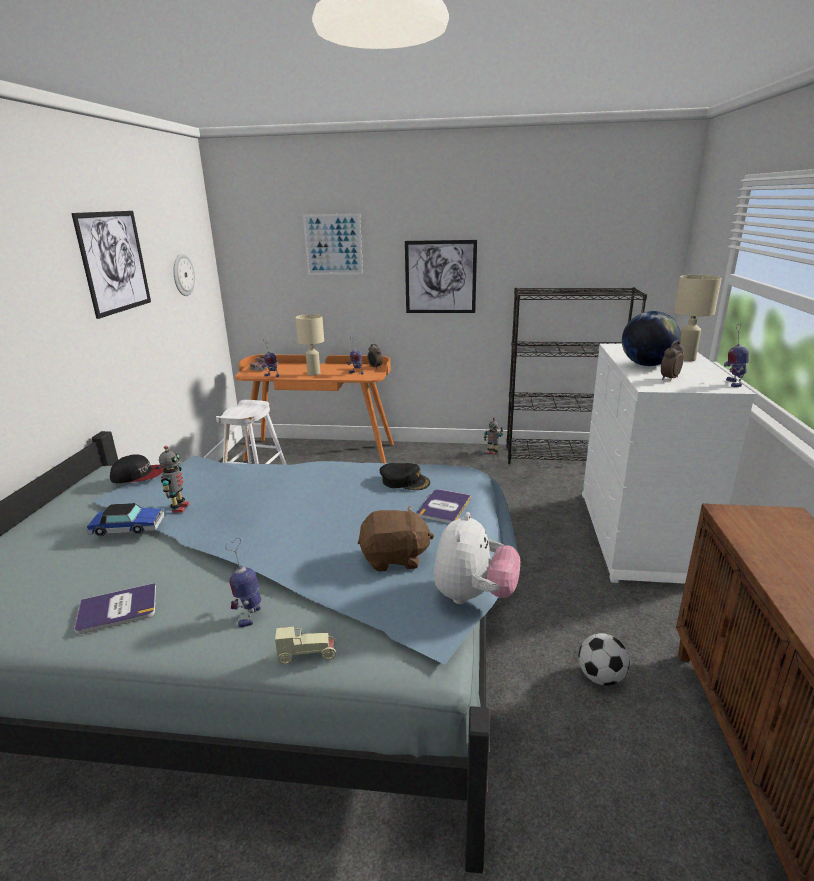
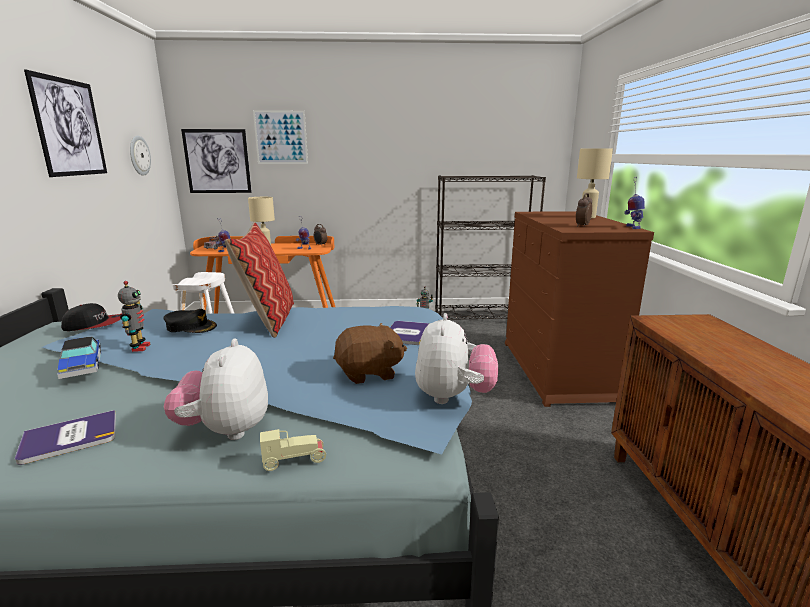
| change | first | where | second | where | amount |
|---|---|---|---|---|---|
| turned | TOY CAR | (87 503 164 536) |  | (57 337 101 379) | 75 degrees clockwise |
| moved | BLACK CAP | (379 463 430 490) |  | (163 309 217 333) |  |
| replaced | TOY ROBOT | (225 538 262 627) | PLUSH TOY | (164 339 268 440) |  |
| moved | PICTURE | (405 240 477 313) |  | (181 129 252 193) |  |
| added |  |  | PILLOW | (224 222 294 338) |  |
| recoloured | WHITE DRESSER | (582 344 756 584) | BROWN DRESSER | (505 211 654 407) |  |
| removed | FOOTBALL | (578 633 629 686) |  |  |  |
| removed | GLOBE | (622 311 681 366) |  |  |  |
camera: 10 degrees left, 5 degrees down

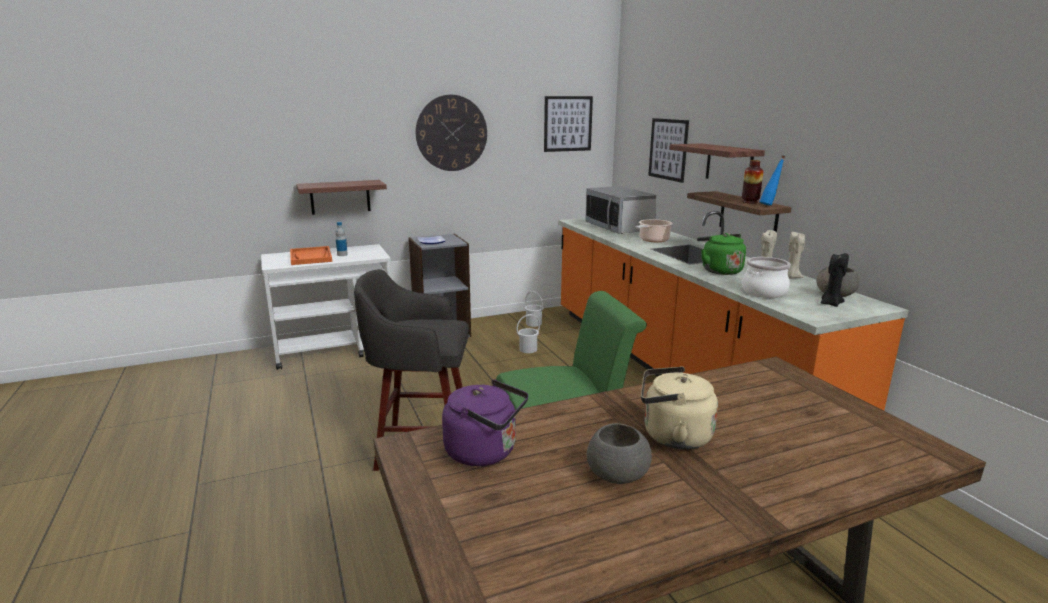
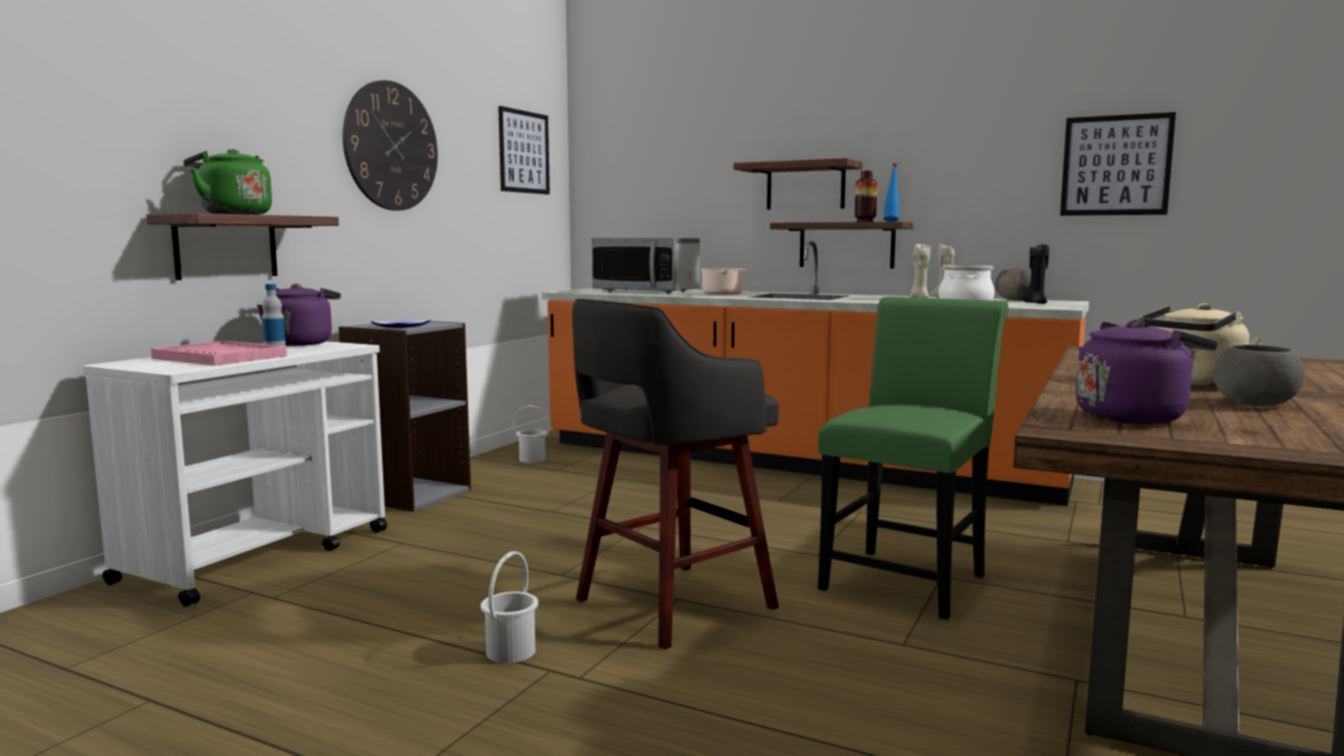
| change | first | where | second | where | amount |
|---|---|---|---|---|---|
| recoloured | ORANGE TRAY | (290 246 332 265) | PINK TRAY | (151 341 287 366) |  |
| moved | GREEN KETTLE | (697 233 746 275) |  | (183 149 272 215) |  |
| added |  |  | PURPLE KETTLE | (257 284 341 346) |  |
| moved | WHITE BUCKET | (516 314 540 353) |  | (481 551 538 663) |  |
| moved | PICTURE | (648 118 689 183) |  | (1060 112 1176 216) |  |
camera: 40 degrees left, 10 degrees down

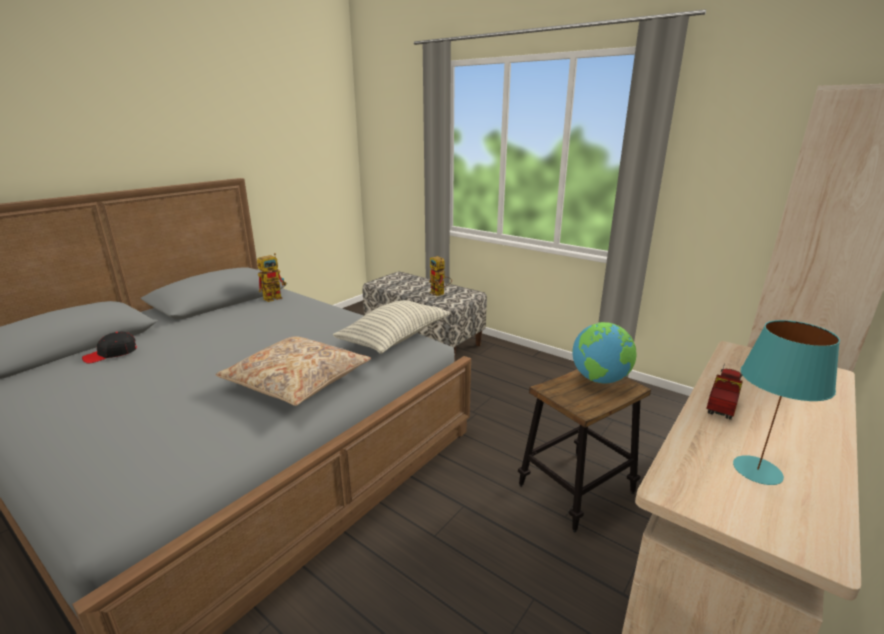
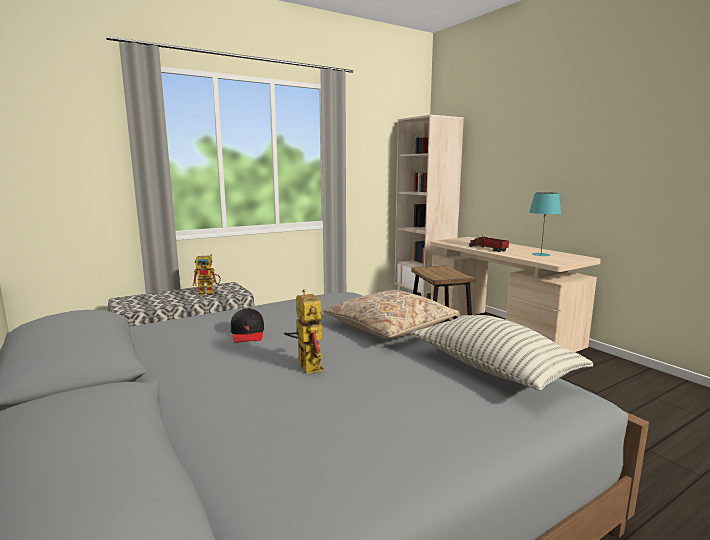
| change | first | where | second | where | amount |
|---|---|---|---|---|---|
| moved | BLACK CAP | (82 332 137 364) |  | (231 308 264 343) |  |
| moved | TOY ROBOT | (257 253 286 302) |  | (284 289 324 374) |  |
| moved | PILLOW | (333 300 449 354) |  | (411 315 593 390) |  |
| removed | GLOBE | (572 322 637 384) |  |  |  |
camera: 70 degrees left, 10 degrees down

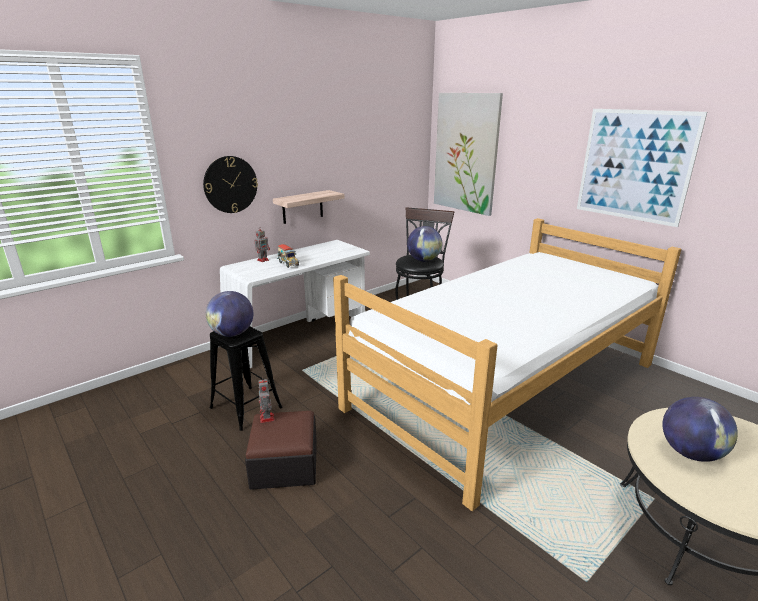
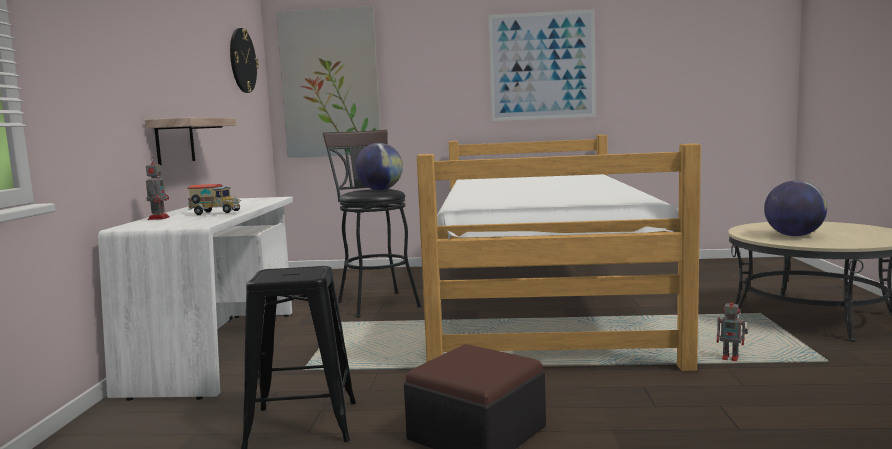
| change | first | where | second | where | amount |
|---|---|---|---|---|---|
| moved | WALL CLOCK | (203 156 258 213) |  | (230 28 259 93) |  |
| moved | TOY ROBOT | (259 376 275 423) |  | (717 297 748 361) |  |
| removed | GLOBE | (206 291 253 337) |  |  |  |
camera: 45 degrees left, 15 degrees down

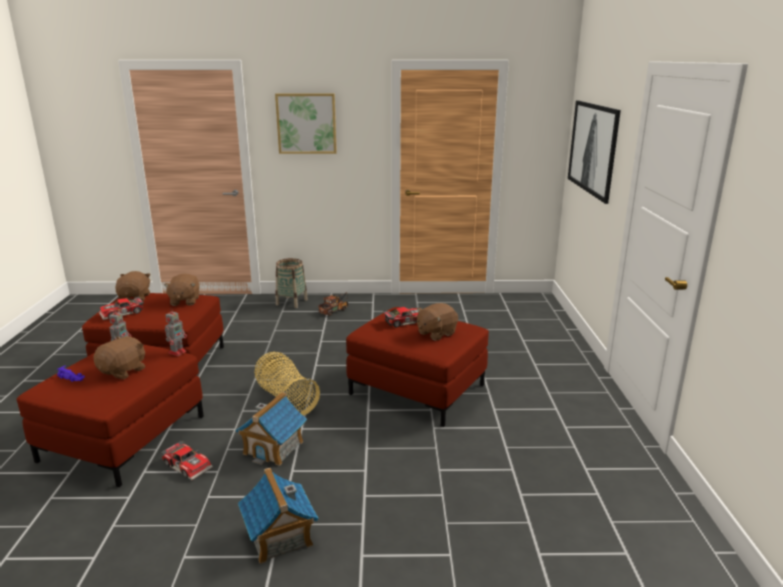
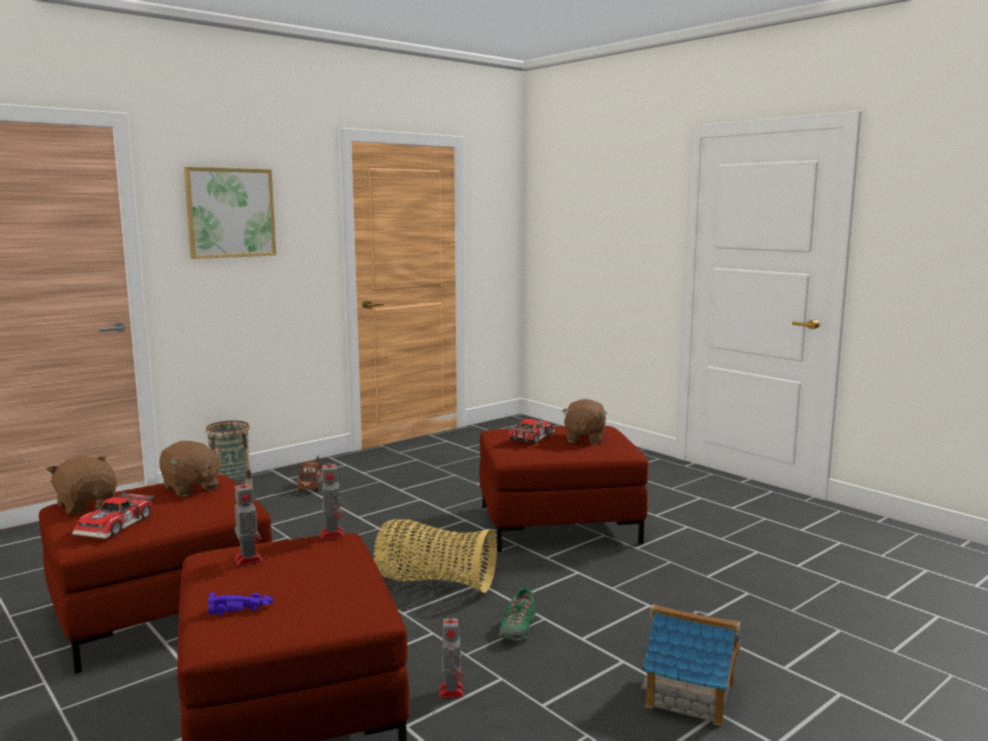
| change | first | where | second | where | amount |
|---|---|---|---|---|---|
| replaced | TOY CAR | (160 440 213 480) | TOY ROBOT | (439 612 464 698) |  |
| replaced | TOY HOUSE | (235 392 307 466) | GREEN SHOE | (499 588 536 641) |  |
| removed | BROWN PLUSH TOY | (93 336 145 379) |  |  |  |
| removed | PICTURE | (568 100 621 204) |  |  |  |
camera: 40 degrees left, 10 degrees down

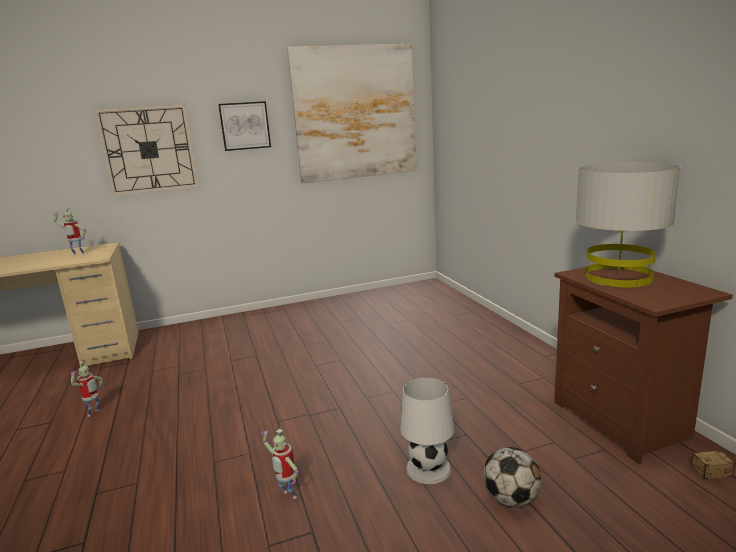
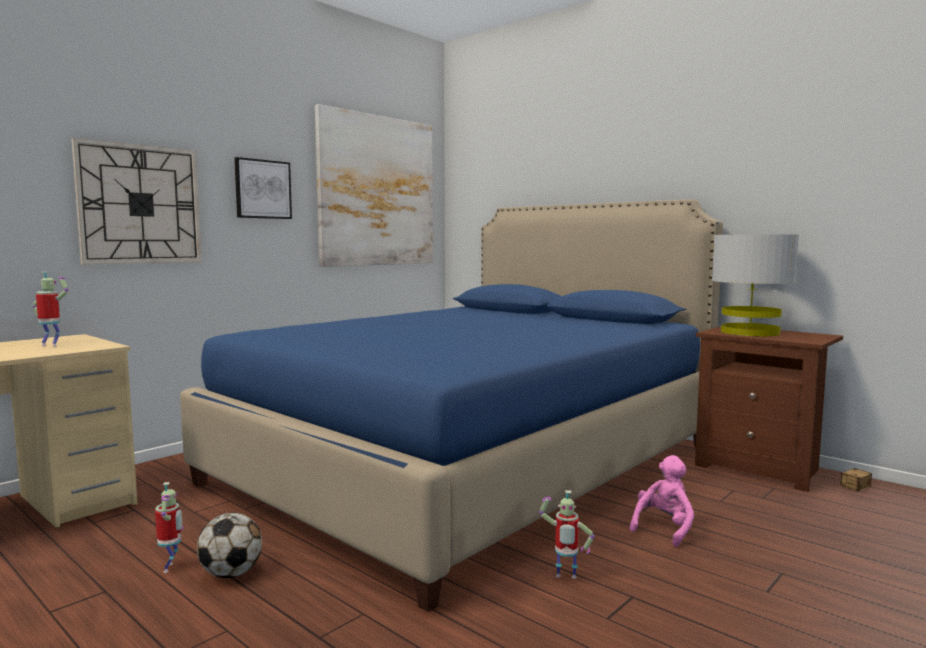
| change | first | where | second | where | amount |
|---|---|---|---|---|---|
| turned | TOY ROBOT | (53 208 86 256) |  | (32 272 68 347) | 135 degrees counterclockwise |
| added |  |  | BLUE BED | (180 199 723 612) |  |
| moved | FOOTBALL | (484 447 541 507) |  | (197 512 262 578) |  |
| replaced | WHITE TABLE LAMP | (400 378 454 484) | PINK PLUSH TOY | (630 455 694 547) |  |
camera: 30 degrees left, 10 degrees down

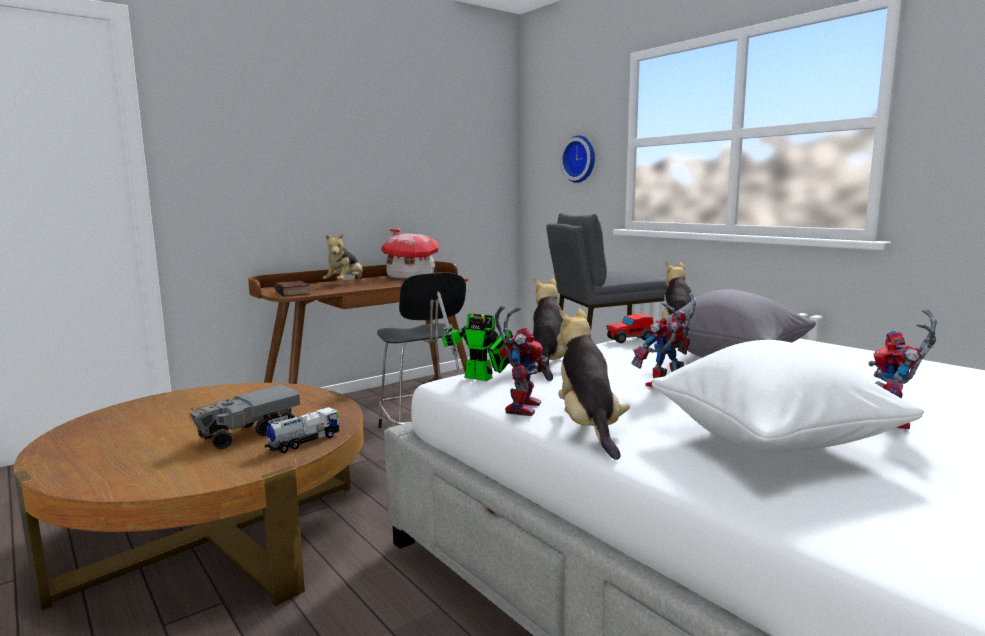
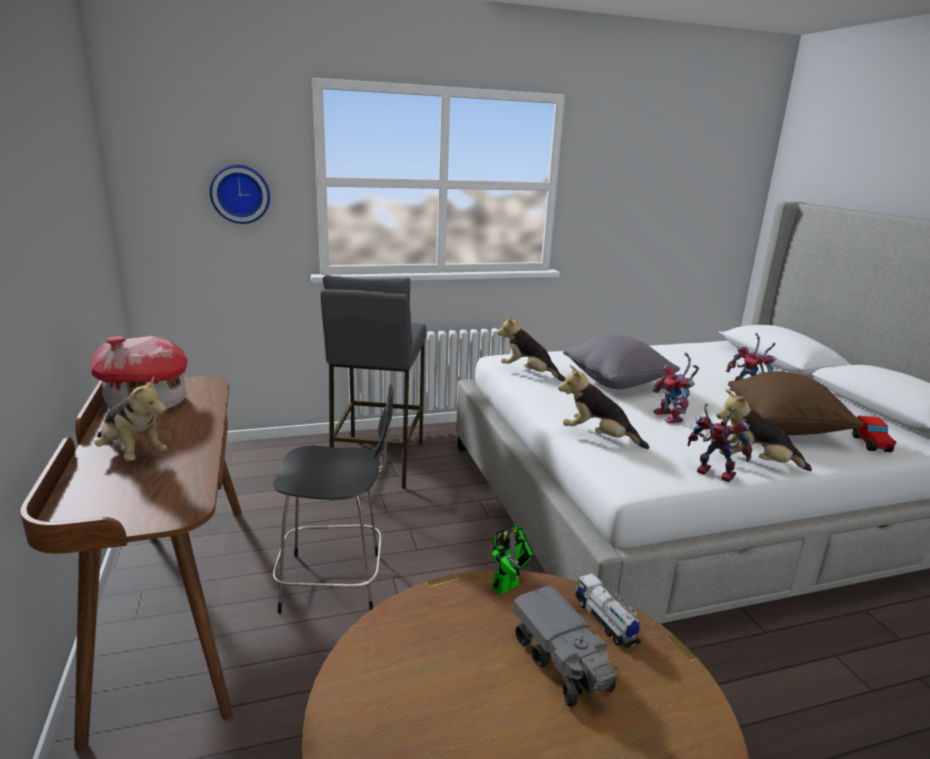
| change | first | where | second | where | amount |
|---|---|---|---|---|---|
| moved | TOY ROBOT | (437 291 513 381) |  | (492 524 535 595) |  |
| recoloured | WHITE PILLOW | (652 340 924 453) | BROWN PILLOW | (728 371 864 435) |  |
| moved | TOY CAR | (606 314 654 343) |  | (852 416 896 452) |  |
| removed | BOOK | (275 281 310 297) |  |  |  |
camera: 70 degrees left, 10 degrees up

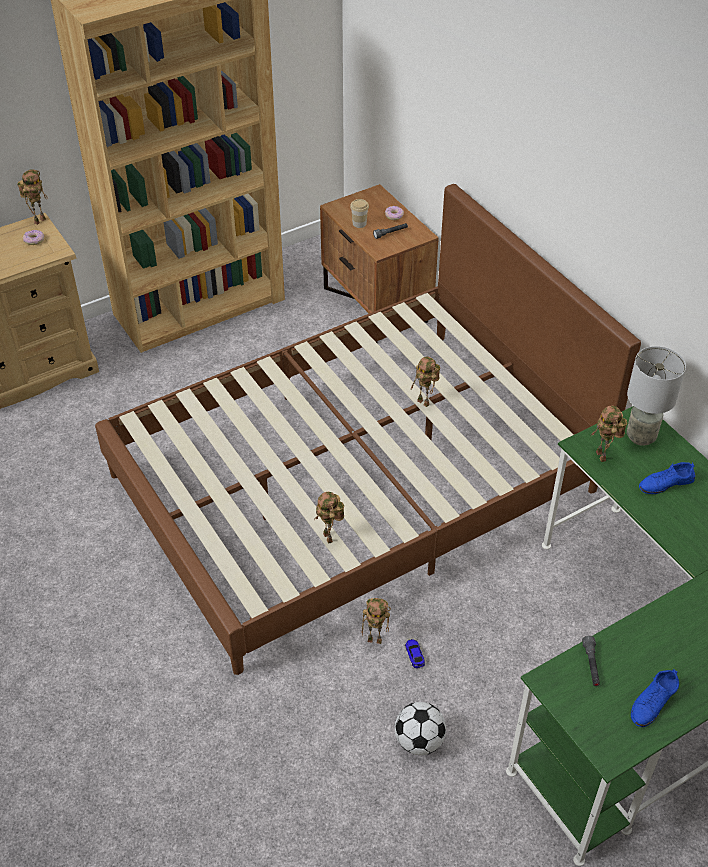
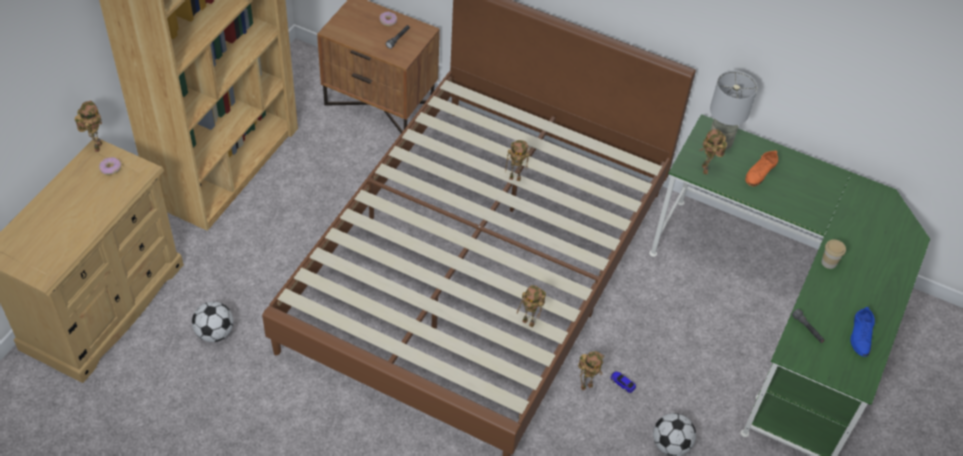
| change | first | where | second | where | amount |
|---|---|---|---|---|---|
| added |  |  | FOOTBALL | (192 301 233 342) |  |
| turned | TOY ROBOT | (590 406 627 462) |  | (699 129 727 174) | 45 degrees clockwise |
| recoloured | BLUE SHOE | (639 462 695 494) | ORANGE SHOE | (745 150 778 186) |  |
| moved | CUP | (350 199 369 228) |  | (821 239 846 269) |  |
camera: 35 degrees left, 5 degrees up

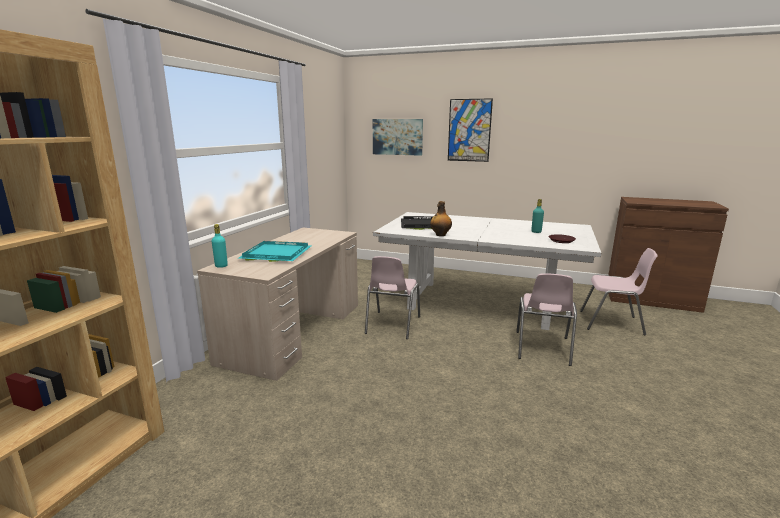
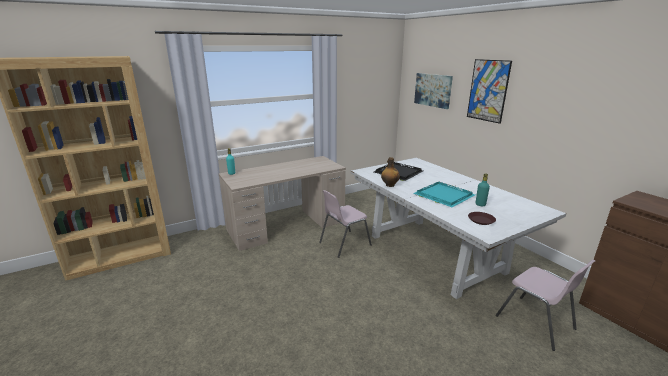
| change | first | where | second | where | amount |
|---|---|---|---|---|---|
| moved | TURQUOISE TRAY | (239 241 311 262) |  | (413 182 475 207) |  |
| removed | PINK CHAIR | (516 273 577 366) |  |  |  |
camera: 40 degrees right, 5 degrees up

